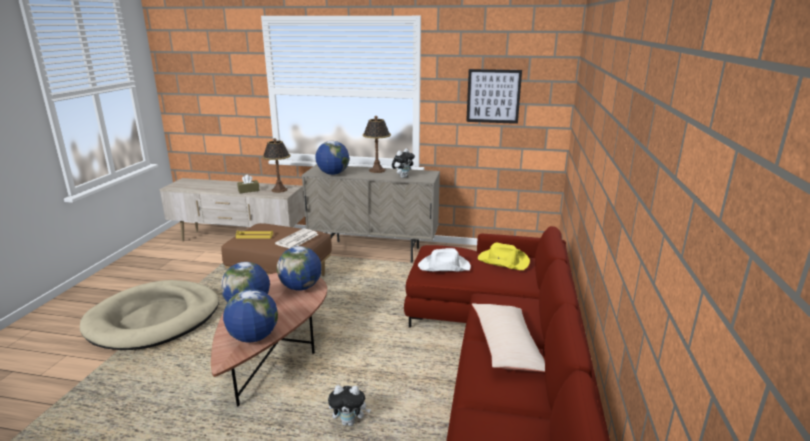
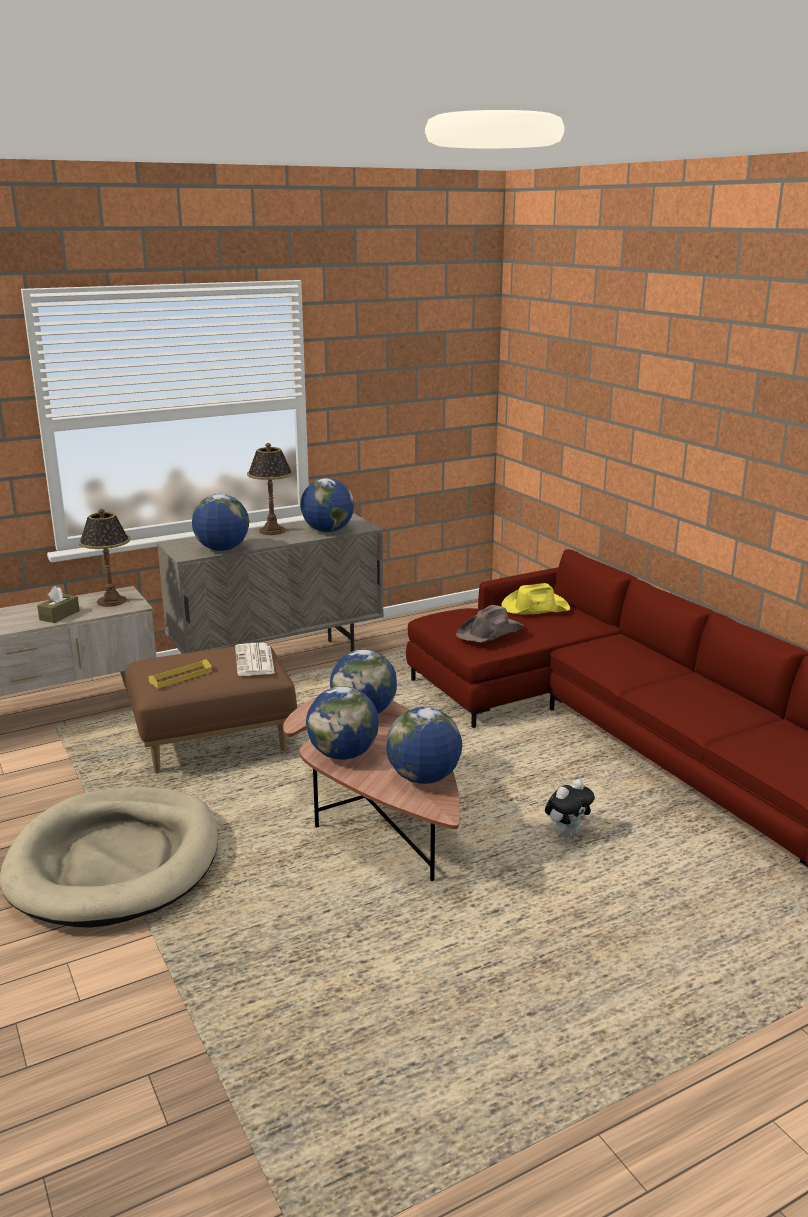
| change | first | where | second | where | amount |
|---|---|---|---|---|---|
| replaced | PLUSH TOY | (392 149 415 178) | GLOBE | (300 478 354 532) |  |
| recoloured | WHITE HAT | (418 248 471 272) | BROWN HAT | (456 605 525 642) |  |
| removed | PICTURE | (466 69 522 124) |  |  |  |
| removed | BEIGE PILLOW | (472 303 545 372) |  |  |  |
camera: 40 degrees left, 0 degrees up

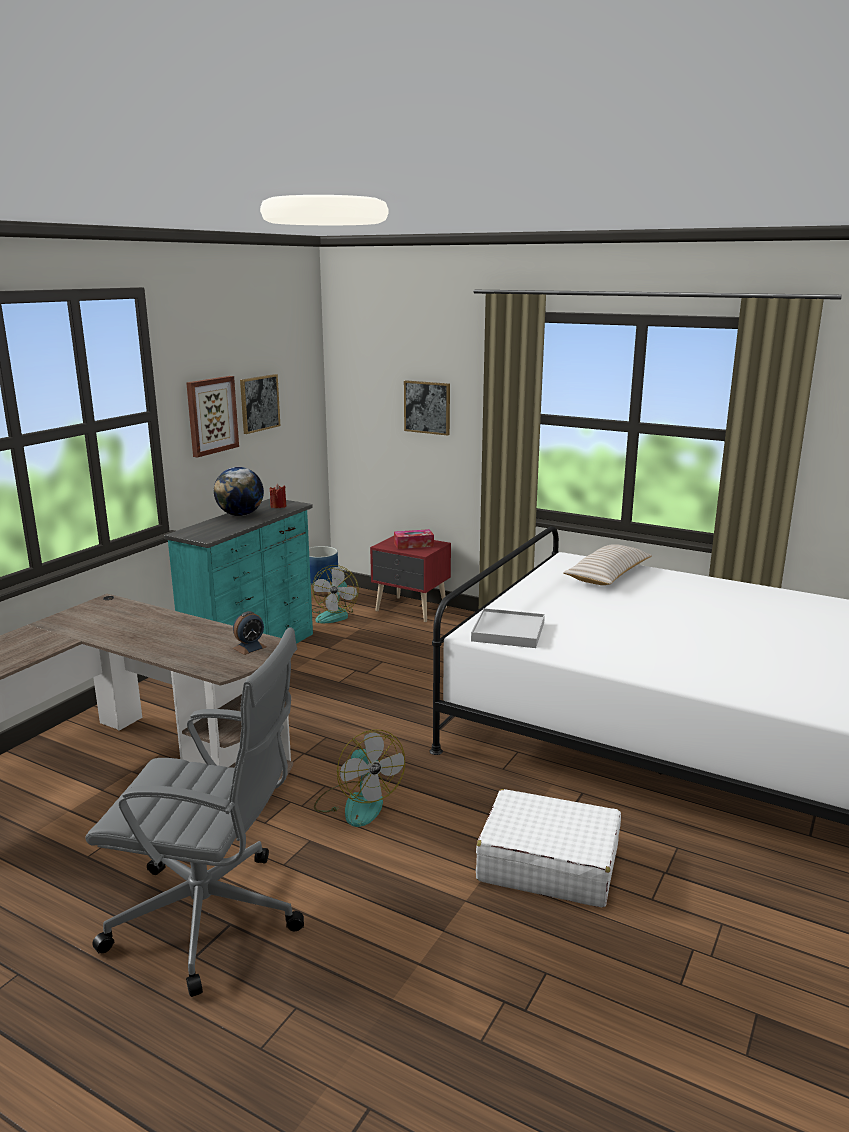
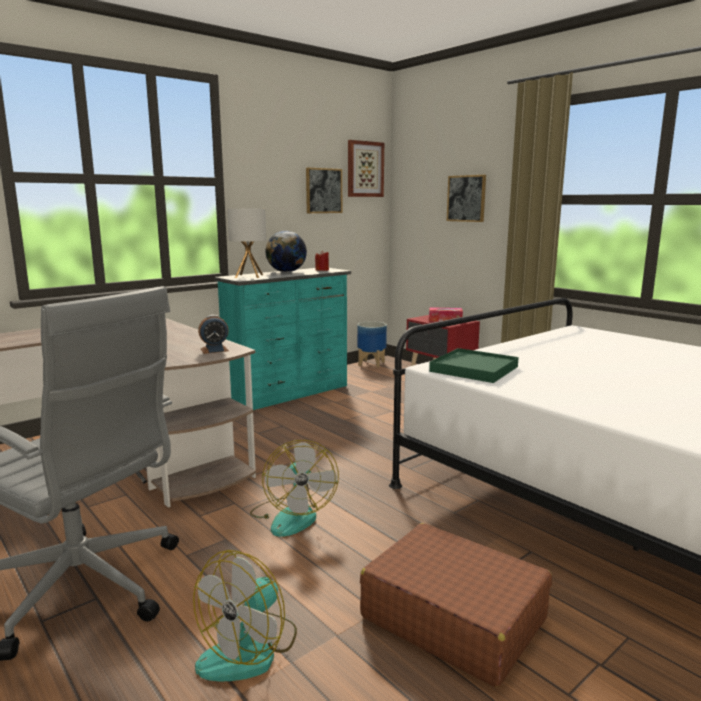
| change | first | where | second | where | amount |
|---|---|---|---|---|---|
| moved | FAN | (312 565 359 623) |  | (193 550 297 681) |  |
| added |  |  | TABLE LAMP | (227 209 266 278) |  |
| moved | PICTURE | (186 376 239 457) |  | (348 140 384 197) |  |
| recoloured | WHITE SUITCASE | (476 789 621 908) | BROWN SUITCASE | (360 523 552 687) |  |
| recoloured | WHITE TRAY | (471 608 545 648) | GREEN TRAY | (429 348 519 383) |  |
| removed | BEIGE PILLOW | (563 544 652 585) |  |  |  |
camera: 20 degrees right, 5 degrees down

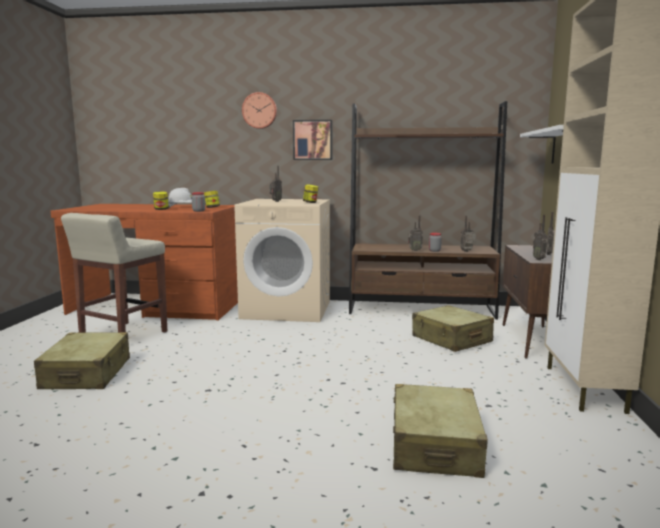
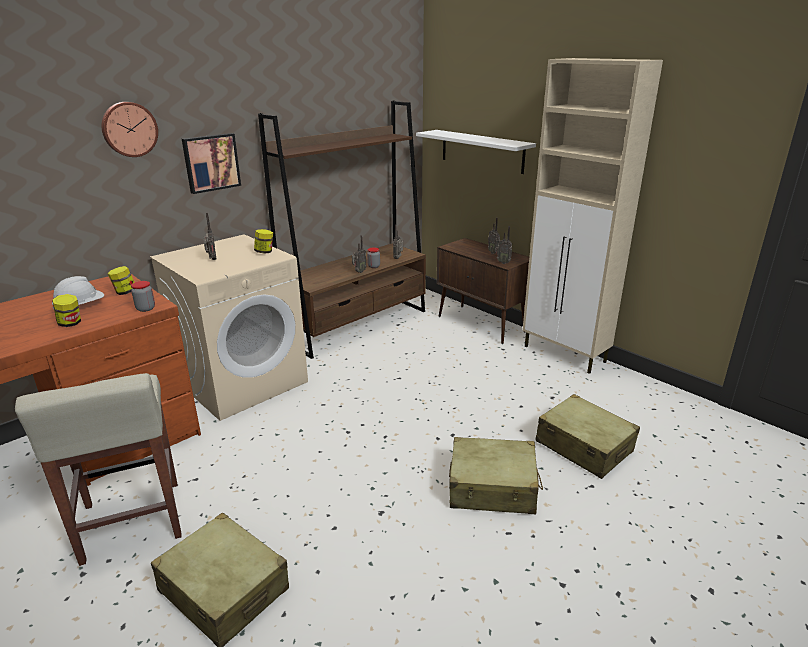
| change | first | where | second | where | amount |
|---|---|---|---|---|---|
| moved | BEIGE SUITCASE | (412 305 494 352) |  | (449 437 543 514) |  |
camera: 50 degrees left, 15 degrees up

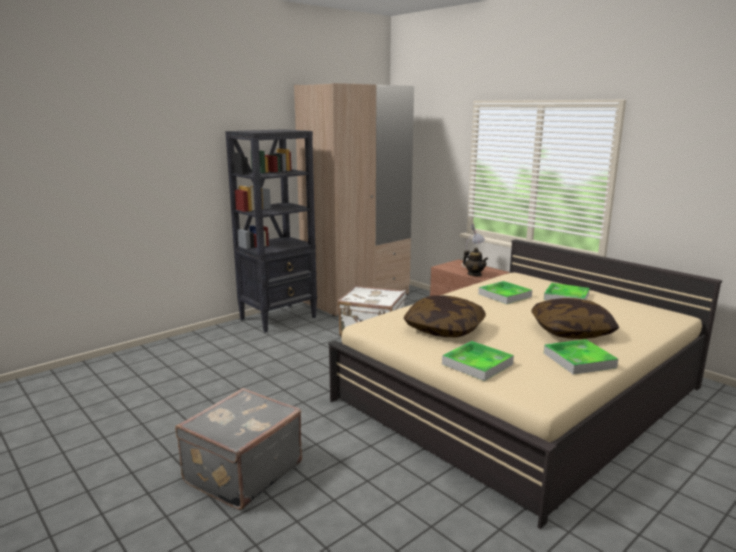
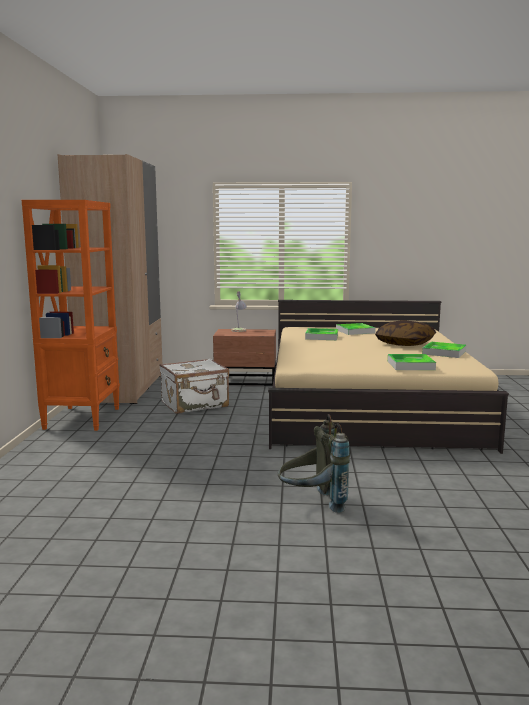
| change | first | where | second | where | amount |
|---|---|---|---|---|---|
| recoloured | BLACK BOOKCASE | (225 129 317 333) | ORANGE BOOKCASE | (22 200 120 431) |  |
| replaced | GREY SUITCASE | (175 388 302 510) | GREY BACKPACK | (278 414 350 513) |  |
| removed | PILLOW | (404 295 486 337) |  |  |  |
| removed | TEAPOT | (463 248 488 276) |  |  |  |
camera: 45 degrees left, 5 degrees down

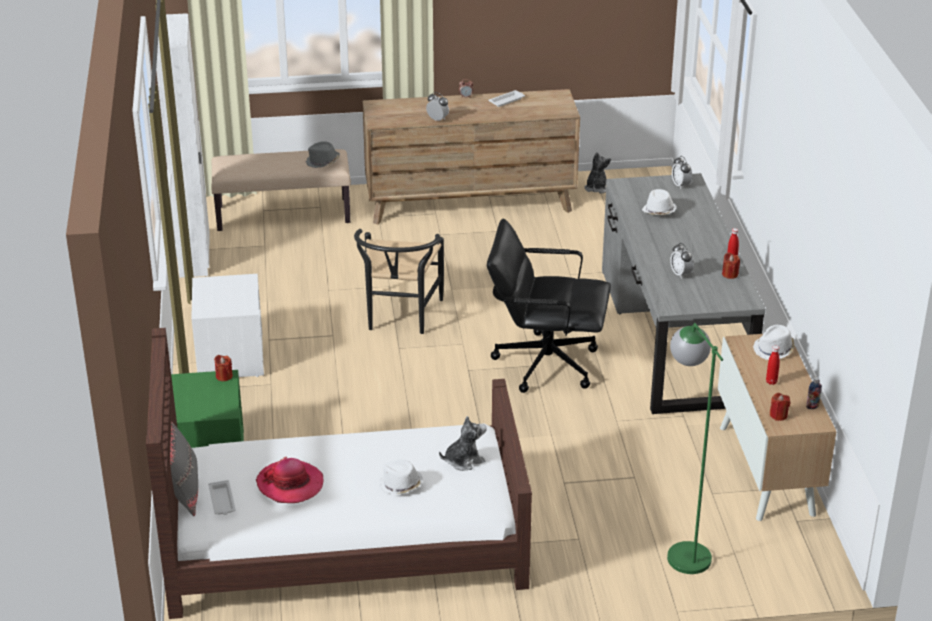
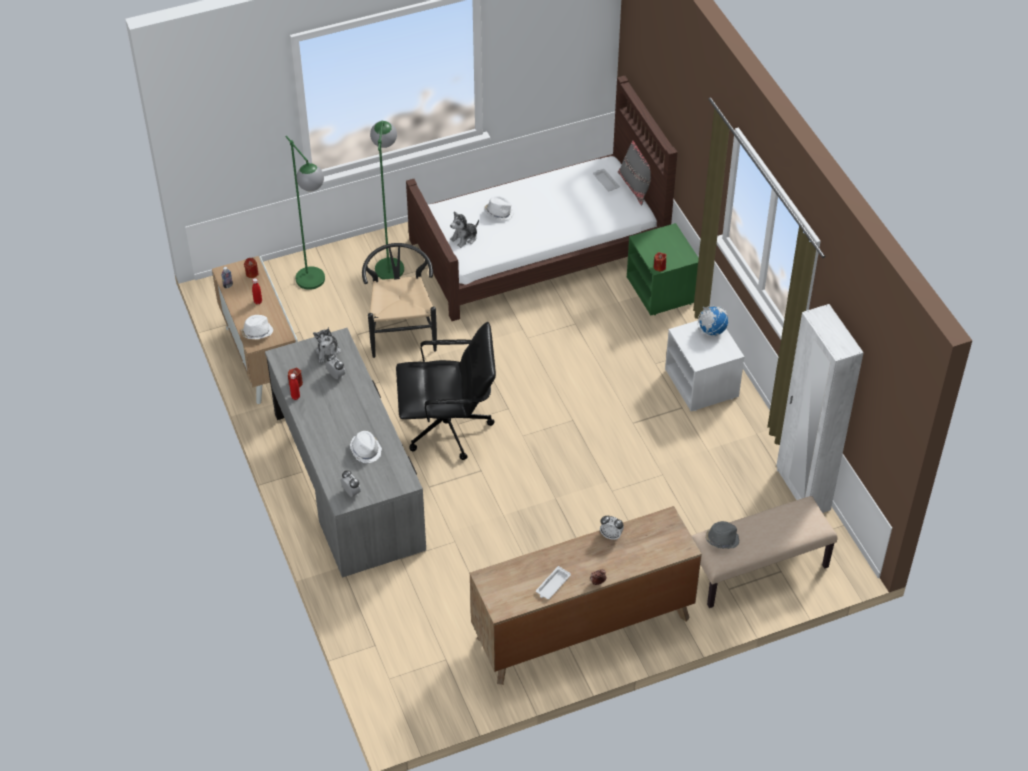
| change | first | where | second | where | amount |
|---|---|---|---|---|---|
| moved | PLUSH TOY | (585 152 611 193) |  | (313 327 341 363) |  |
| moved | BLACK CHAIR | (354 229 444 334) |  | (362 243 437 358) |  |
| added |  |  | GREEN FLOOR LAMP | (370 121 404 280) |  |
| added |  |  | GLOBE | (698 306 728 336) |  |
| removed | HAT | (256 457 323 503) |  |  |  |
camera: 165 degrees right, 15 degrees up

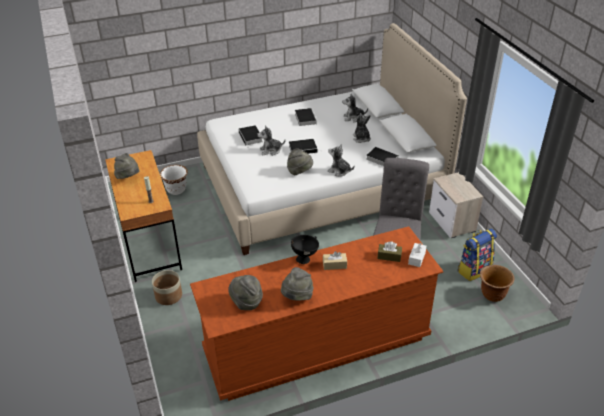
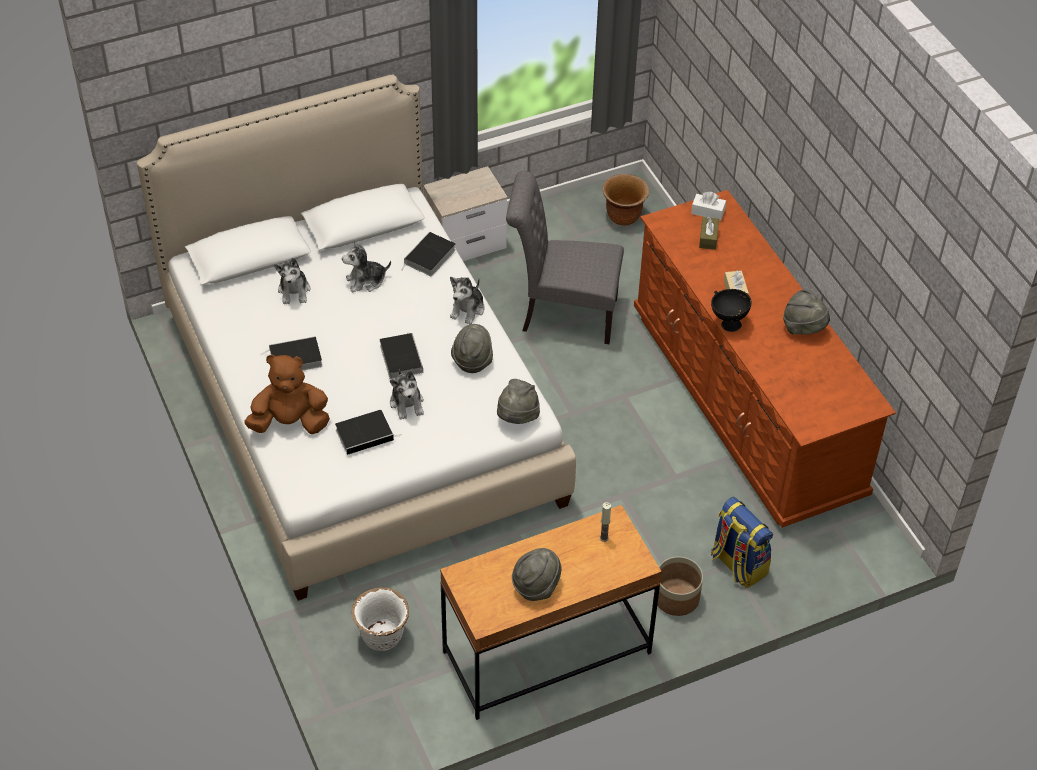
| change | first | where | second | where | amount |
|---|---|---|---|---|---|
| added |  |  | BROWN PLUSH TOY | (244 355 330 434) |  |
| moved | GREY HAT | (228 275 263 310) |  | (497 379 540 424) |  |
| moved | BACKPACK | (458 228 497 281) |  | (711 497 773 588) |  |
camera: 95 degrees left, 10 degrees up

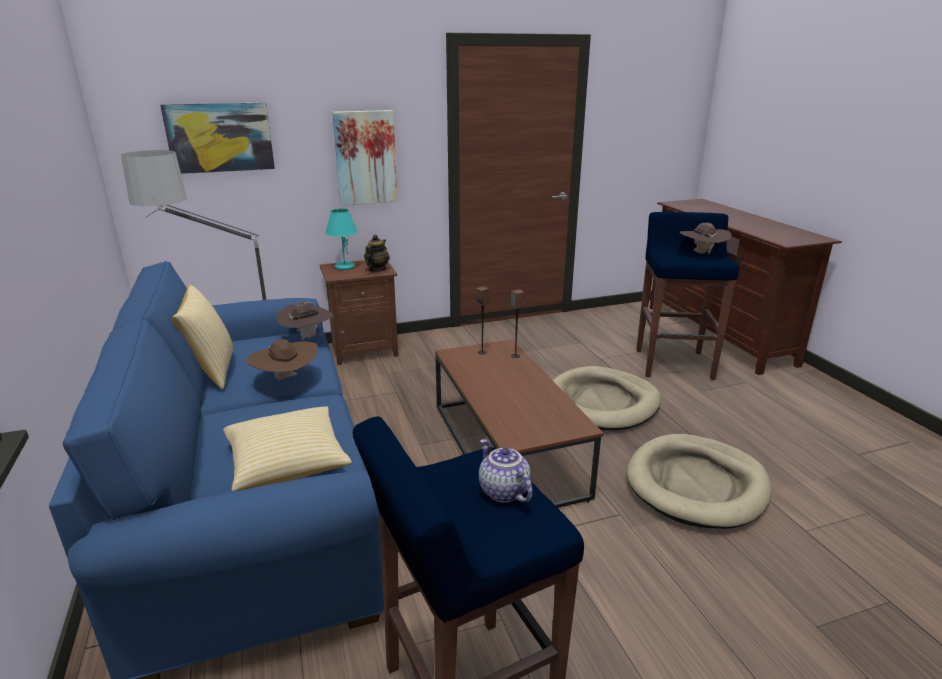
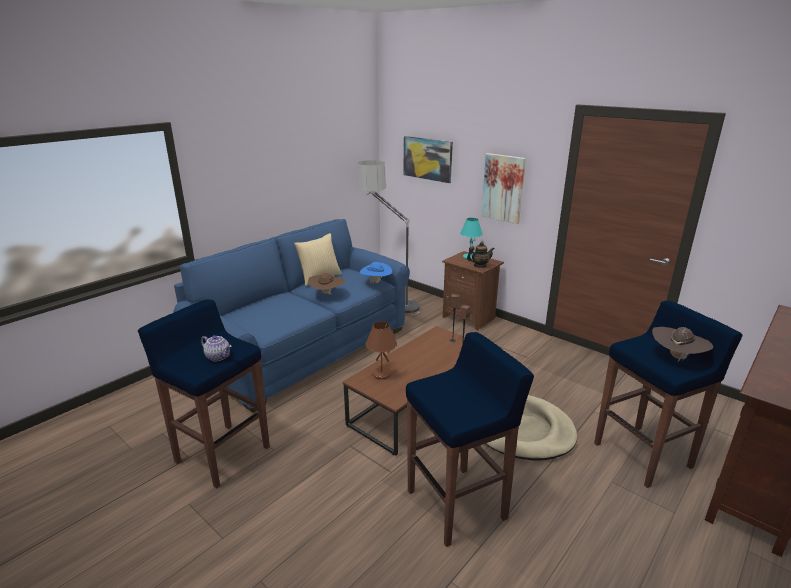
| change | first | where | second | where | amount |
|---|---|---|---|---|---|
| turned | TEAPOT | (479 439 533 503) |  | (201 335 232 361) | 90 degrees clockwise |
| recoloured | BROWN HAT | (276 301 334 341) | BLUE HAT | (360 262 392 284) |  |
| added |  |  | BROWN TABLE LAMP | (366 321 397 379) |  |
| replaced | BEIGE DOG BED | (627 434 772 529) | BLUE STOOL | (406 332 534 547) |  |
| removed | PILLOW | (223 406 352 492) |  |  |  |
camera: 60 degrees right, 0 degrees up

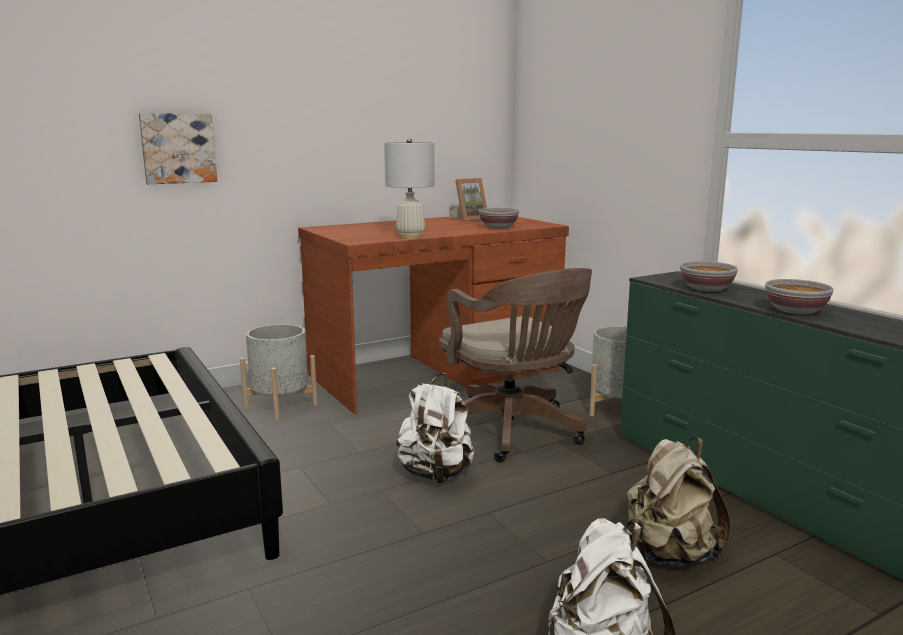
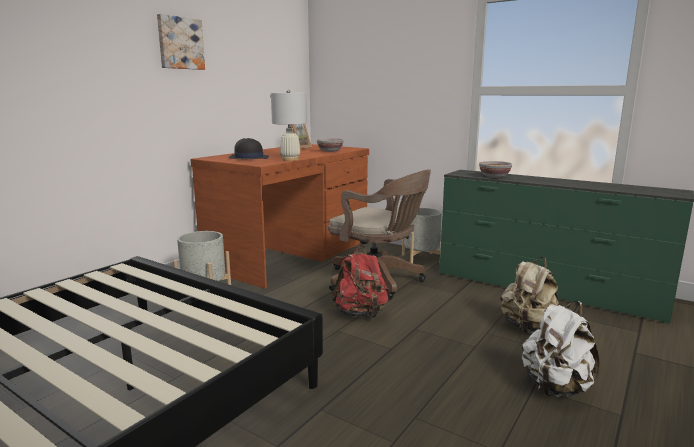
| change | first | where | second | where | amount |
|---|---|---|---|---|---|
| moved | PICTURE | (139 113 217 184) |  | (157 14 205 70) |  |
| added |  |  | BLACK HAT | (229 138 269 159) |  |
| recoloured | WHITE BACKPACK | (396 373 474 483) | RED BACKPACK | (331 245 389 318) |  |
| removed | BOWL | (765 279 833 314) |  |  |  |
camera: 25 degrees left, 0 degrees up

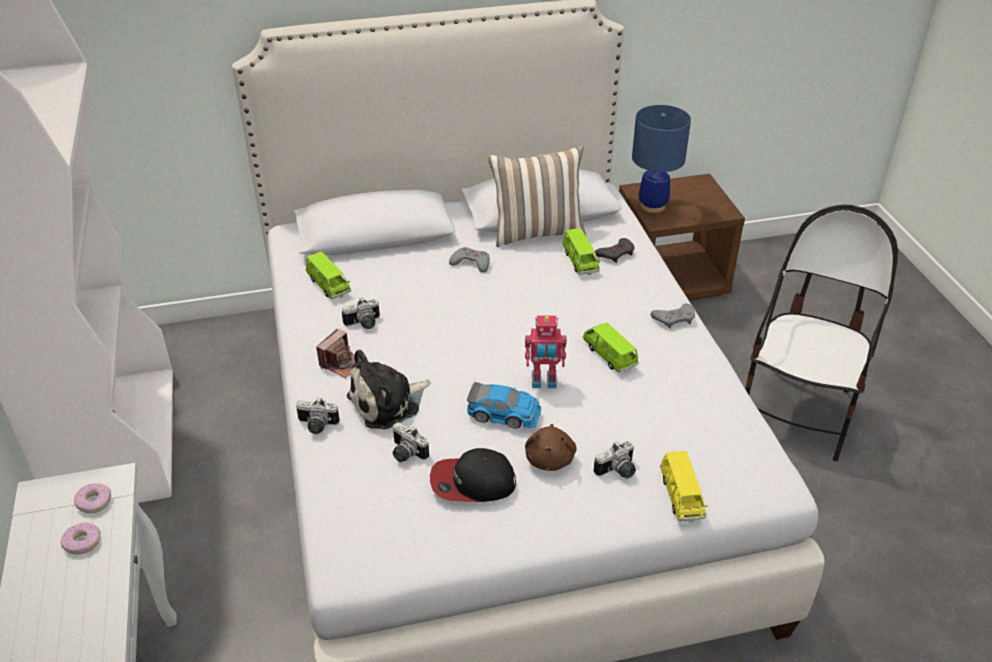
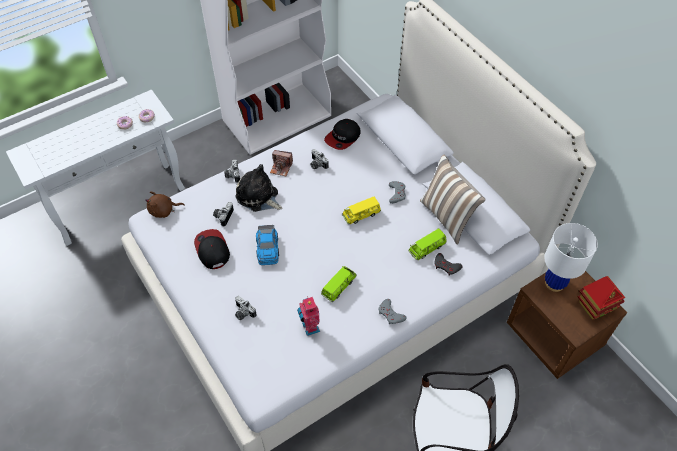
| change | first | where | second | where | amount |
|---|---|---|---|---|---|
| moved | BROWN PLUSH TOY | (525 424 577 471) |  | (145 191 185 218) |  |
| moved | TOY ROBOT | (525 315 567 388) |  | (297 296 320 336) |  |
| replaced | GREEN TOY CAR | (306 252 351 299) | CAP | (324 119 361 150) |  |
| moved | YELLOW TOY CAR | (660 451 708 522) |  | (342 197 381 224) |  |
| recoloured | BLUE TABLE LAMP | (632 105 691 213) | WHITE TABLE LAMP | (544 223 598 292) |  |
| added |  |  | TOY HOUSE | (578 276 625 320) |  |
camera: 70 degrees right, 15 degrees up

